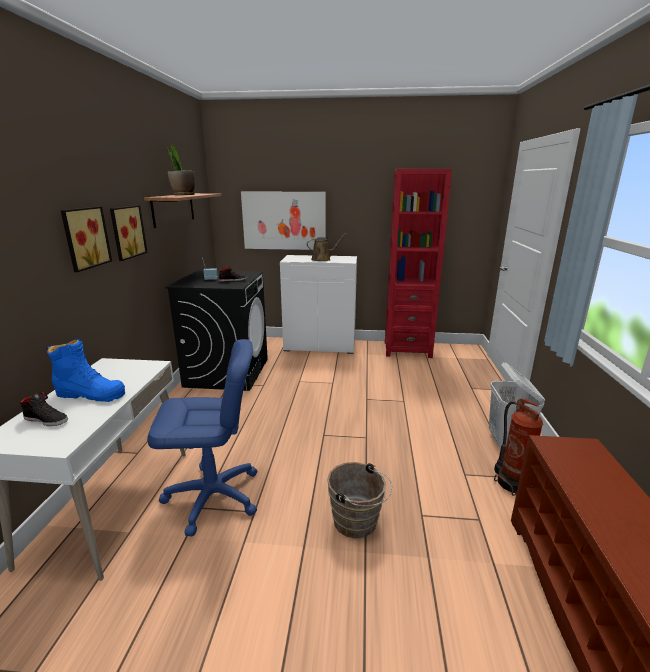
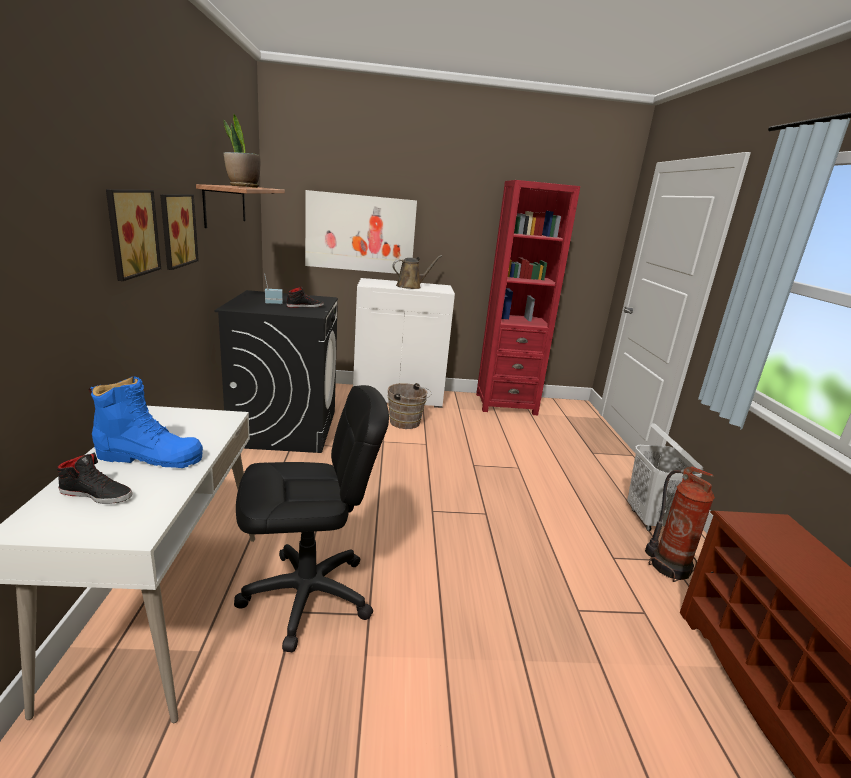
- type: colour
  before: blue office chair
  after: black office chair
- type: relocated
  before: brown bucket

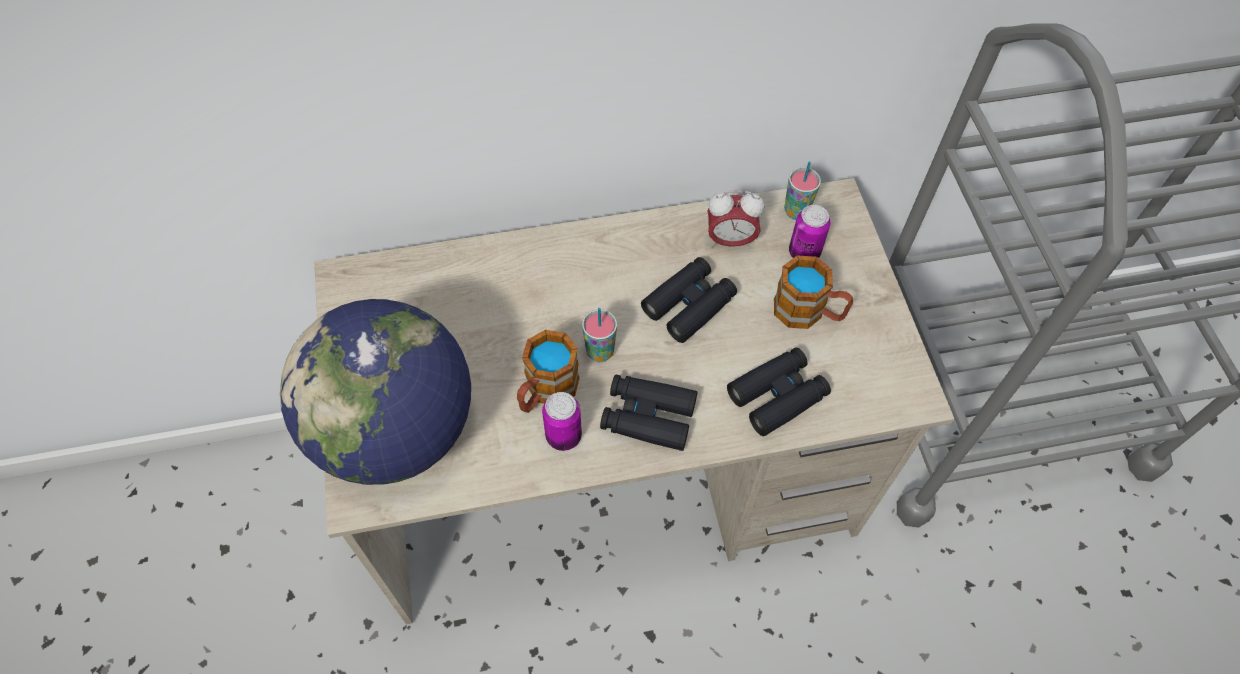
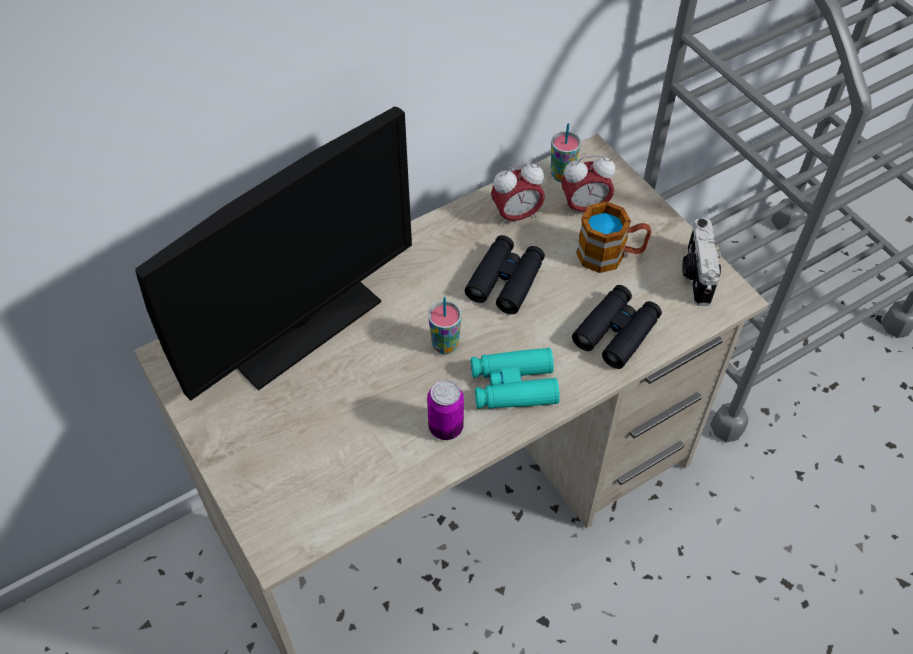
- type: appeared
  after: monitor
- type: colour
  before: black binoculars (no. 1 from left)
  after: turquoise binoculars
- type: exchanged
  before: can (no. 2 from left)
  after: alarm clock (no. 2 from left)
- type: appeared
  after: photo camera
- type: missing
  before: globe
- type: missing
  before: mug (no. 1 from left)

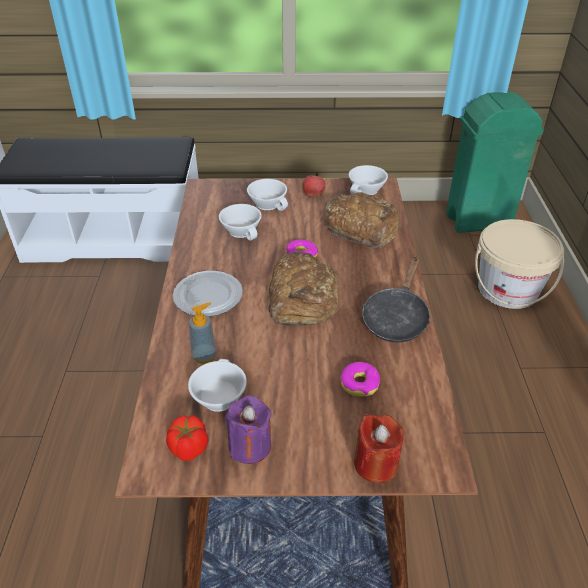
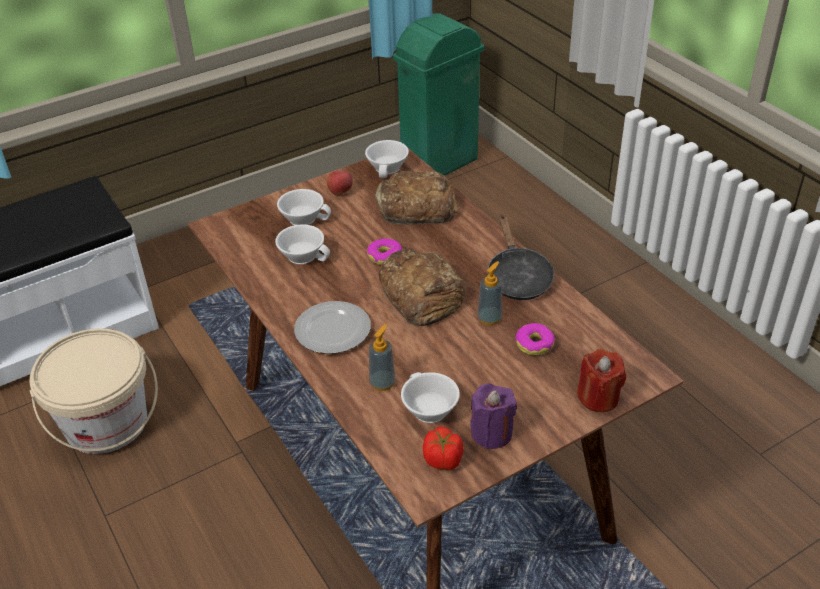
- type: relocated
  before: beige bucket
- type: appeared
  after: soap dispenser (no. 2 from left)

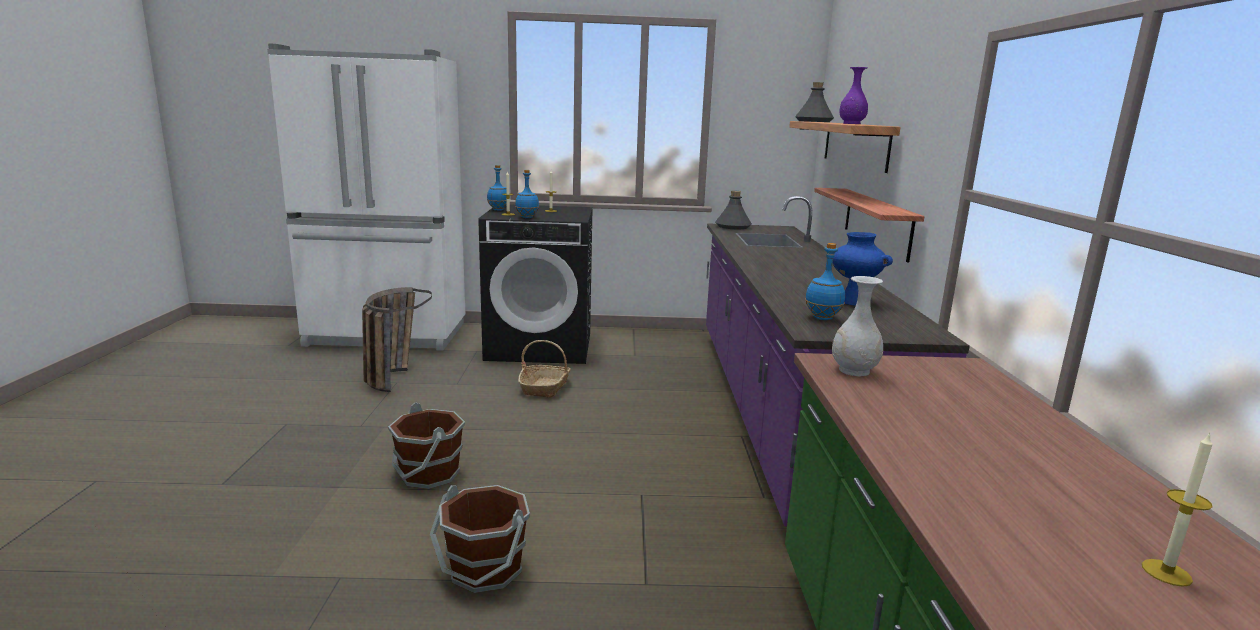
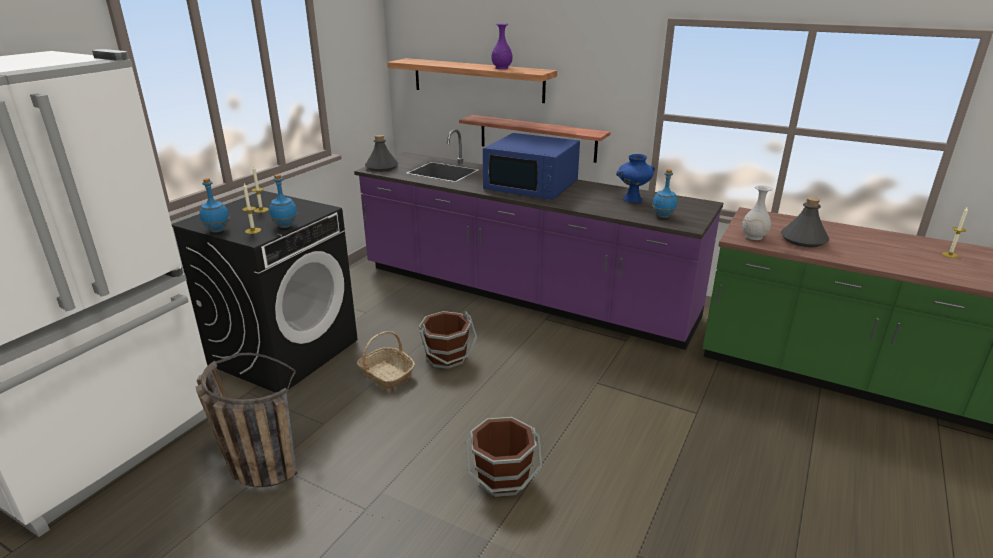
- type: relocated
  before: brown bucket (no. 2 from left in the first image)
  after: brown bucket (no. 1 from left)
- type: appeared
  after: blue microwave
- type: relocated
  before: grey bottle (no. 2 from left)

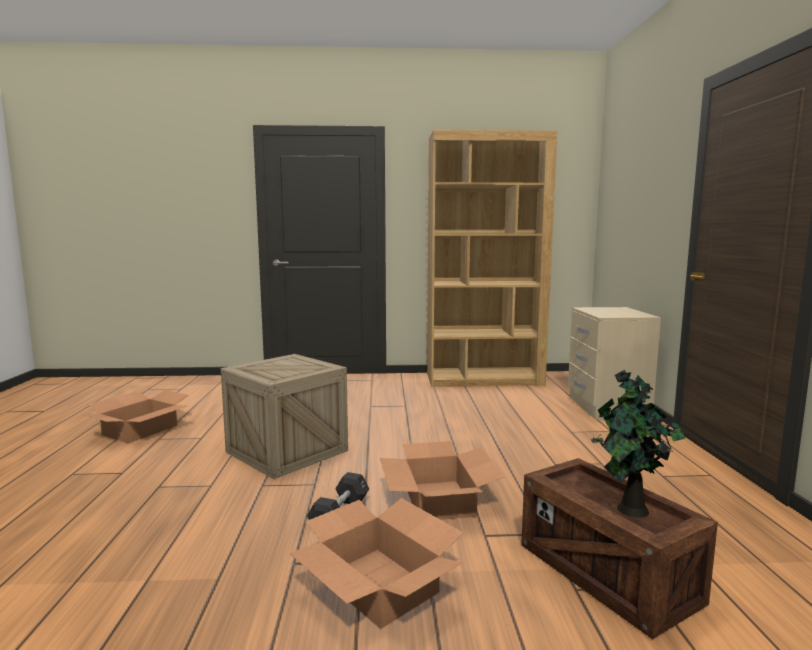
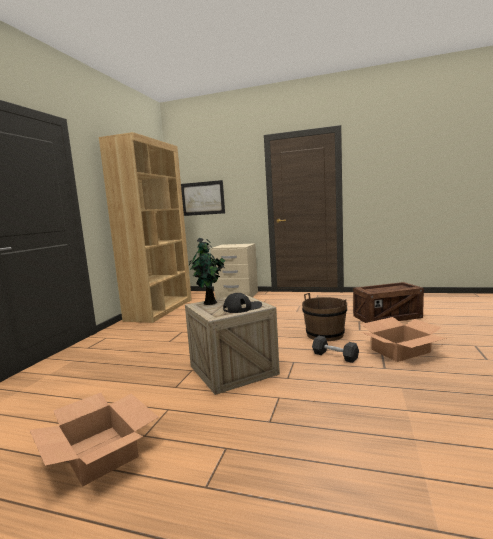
- type: appeared
  after: picture
- type: relocated
  before: potted plant
- type: appeared
  after: black cap
- type: exchanged
  before: cardboard box (no. 3 from left)
  after: brown bucket

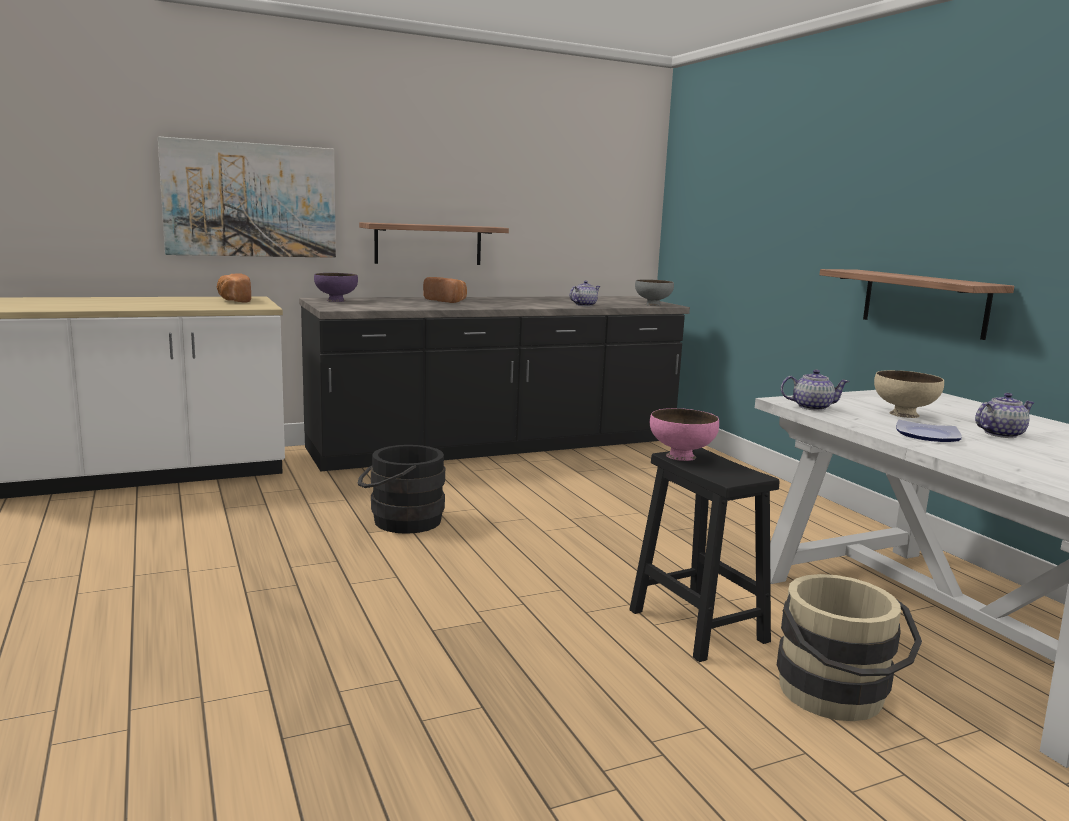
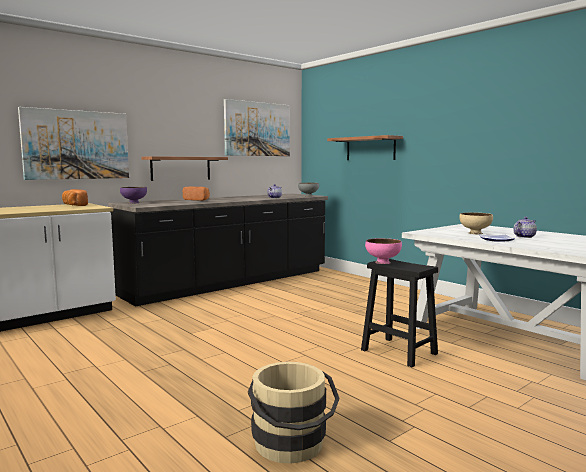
- type: appeared
  after: picture (no. 2 from left)
- type: relocated
  before: beige bucket
- type: relocated
  before: shelf (no. 2 from left)
- type: missing
  before: black bucket
- type: missing
  before: teapot (no. 2 from left)

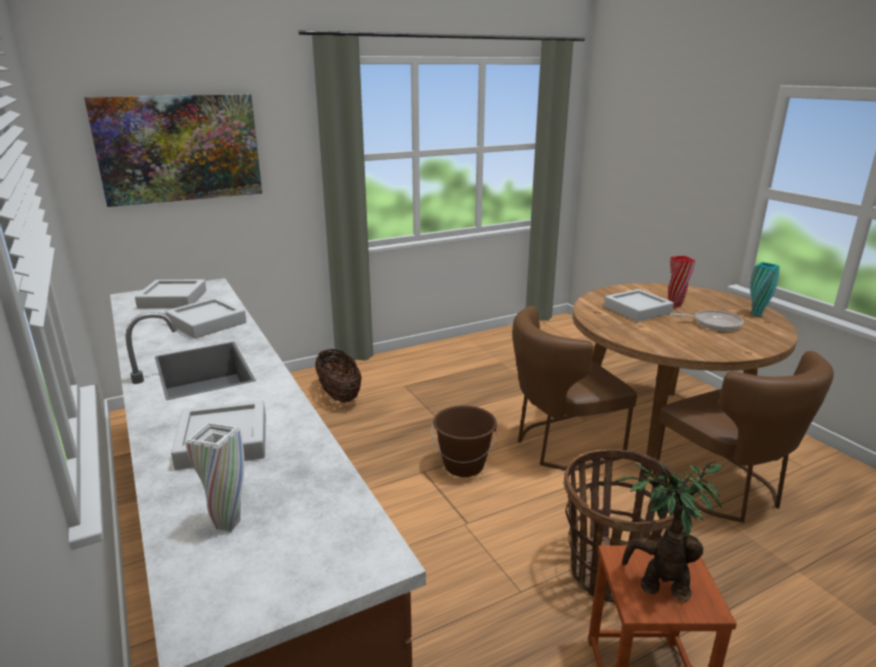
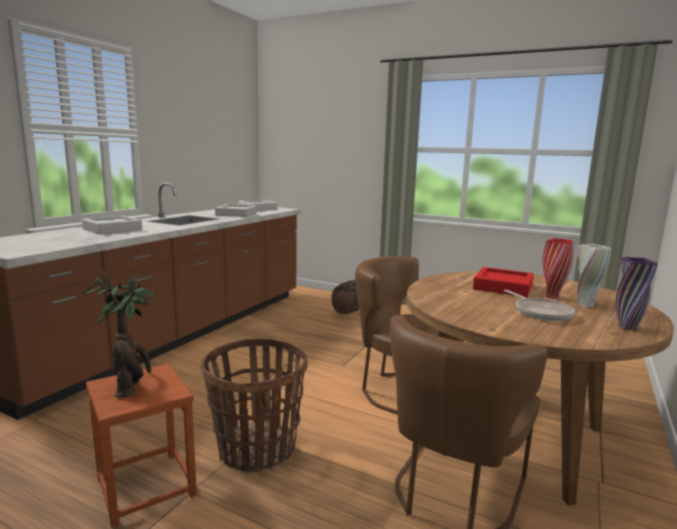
- type: colour
  before: grey tray (no. 4 from left)
  after: red tray
- type: relocated
  before: white vase
- type: colour
  before: turquoise vase
  after: purple vase
- type: missing
  before: picture
- type: missing
  before: brown bucket

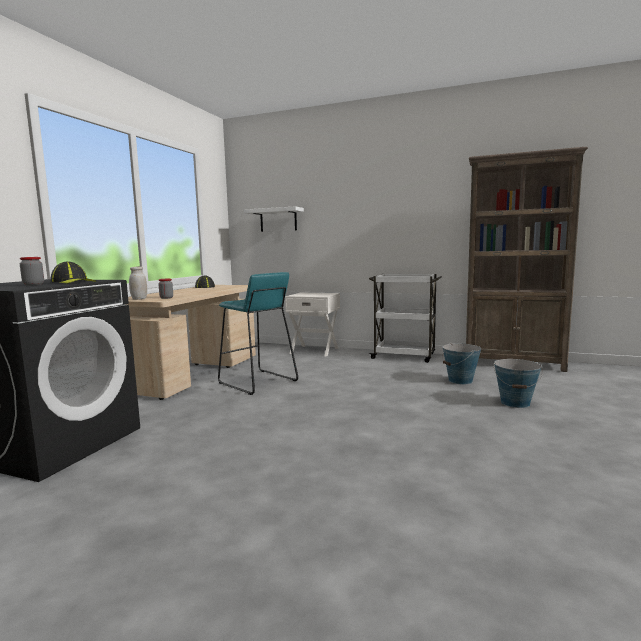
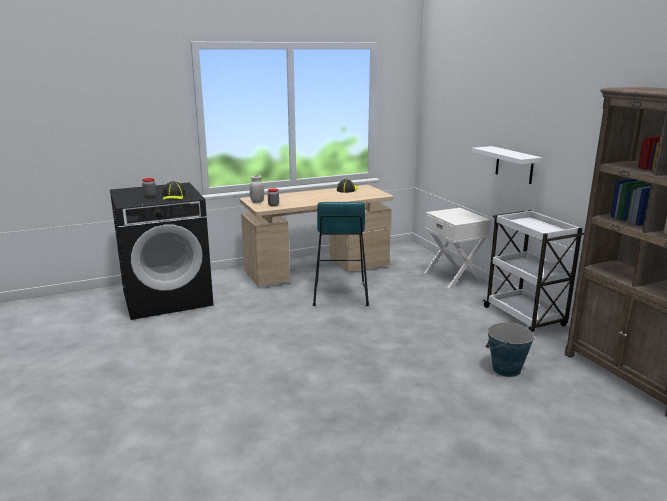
- type: relocated
  before: white shelf
- type: missing
  before: bucket (no. 2 from left)

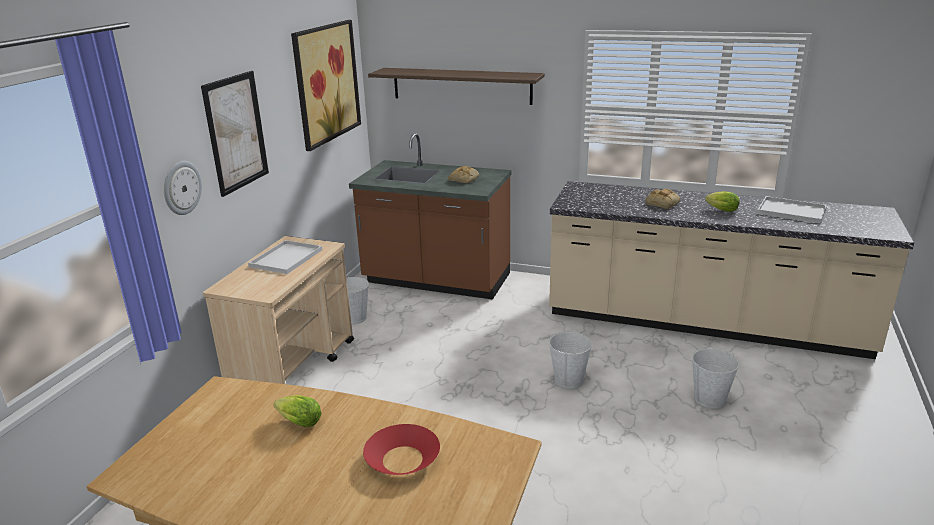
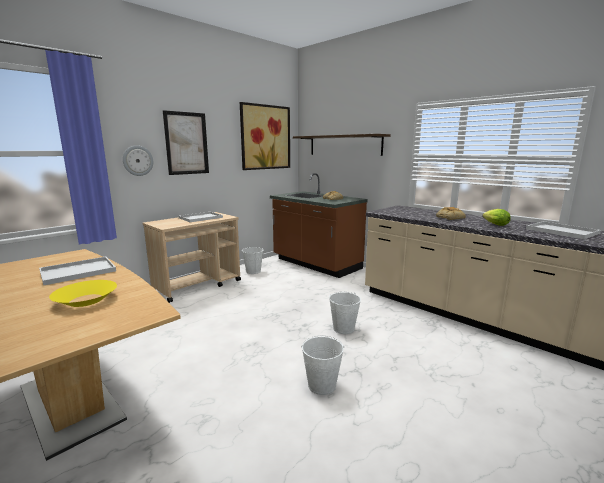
- type: exchanged
  before: lettuce (no. 1 from left)
  after: white tray (no. 1 from left)
- type: colour
  before: red bowl
  after: yellow bowl
- type: relocated
  before: white bucket (no. 3 from left in the first image)
  after: white bucket (no. 2 from left)

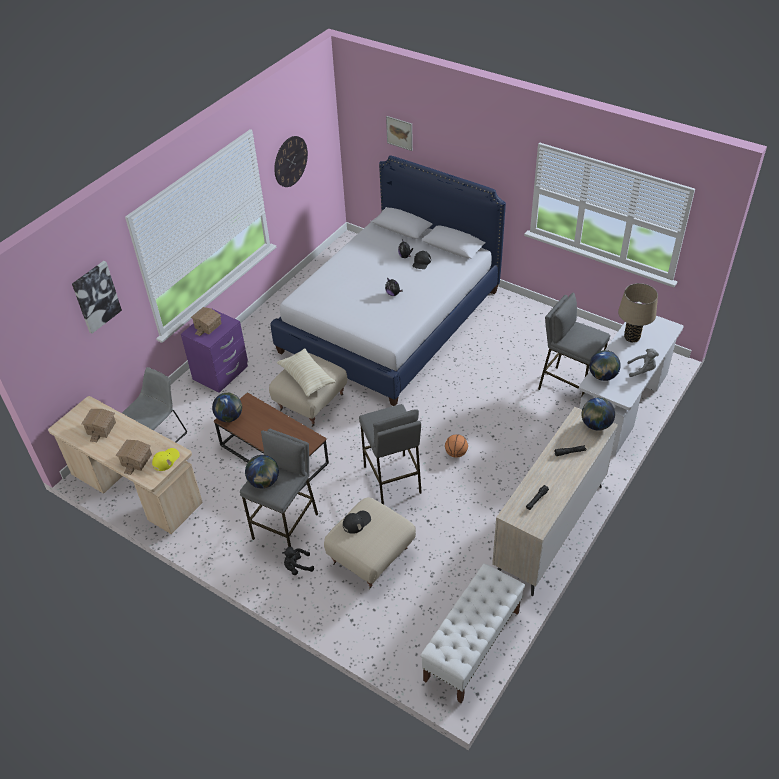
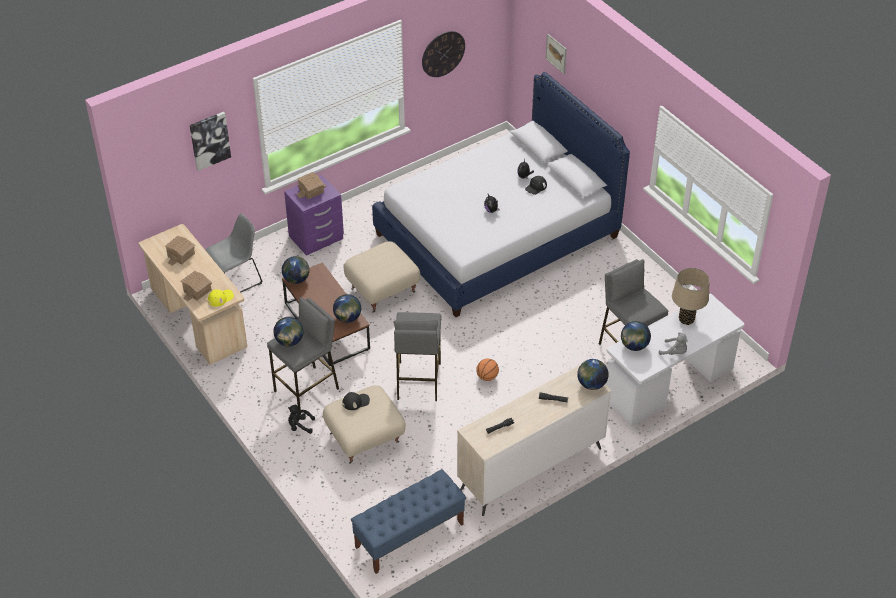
- type: appeared
  after: globe (no. 3 from left)
- type: colour
  before: white bench
  after: blue bench
- type: missing
  before: beige pillow

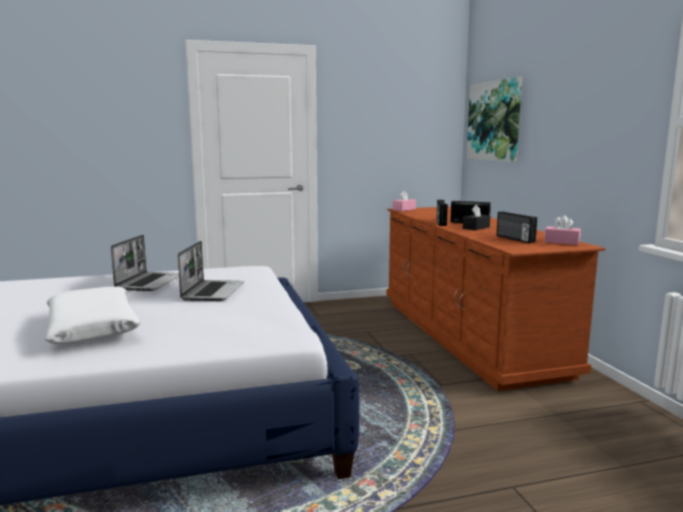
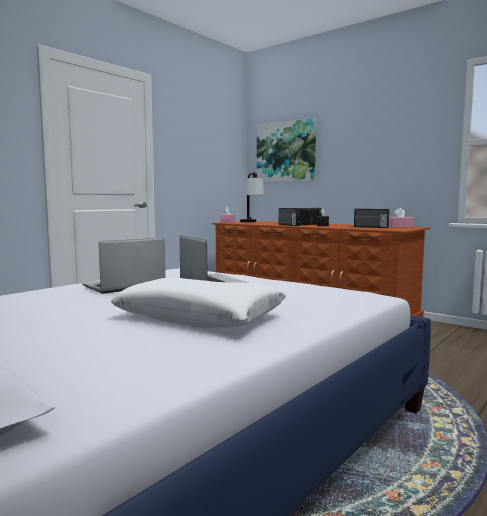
- type: spun
  before: laptop (no. 1 from left)
  turn: -105
- type: appeared
  after: table lamp

